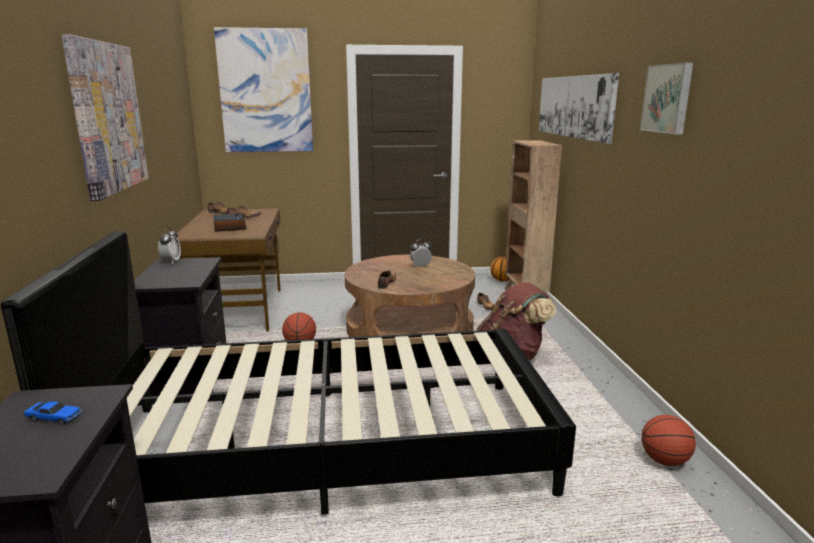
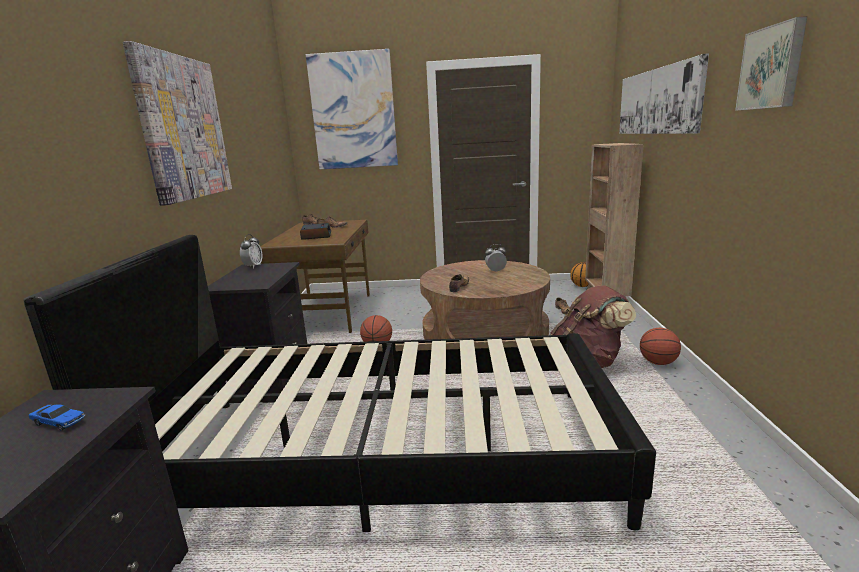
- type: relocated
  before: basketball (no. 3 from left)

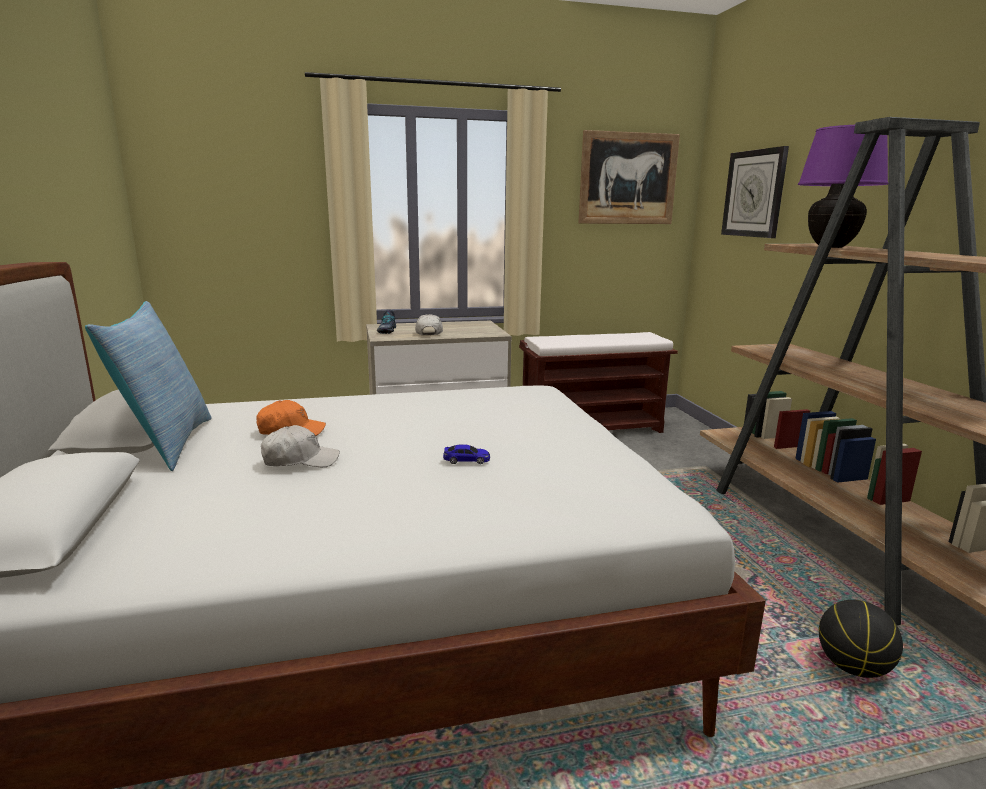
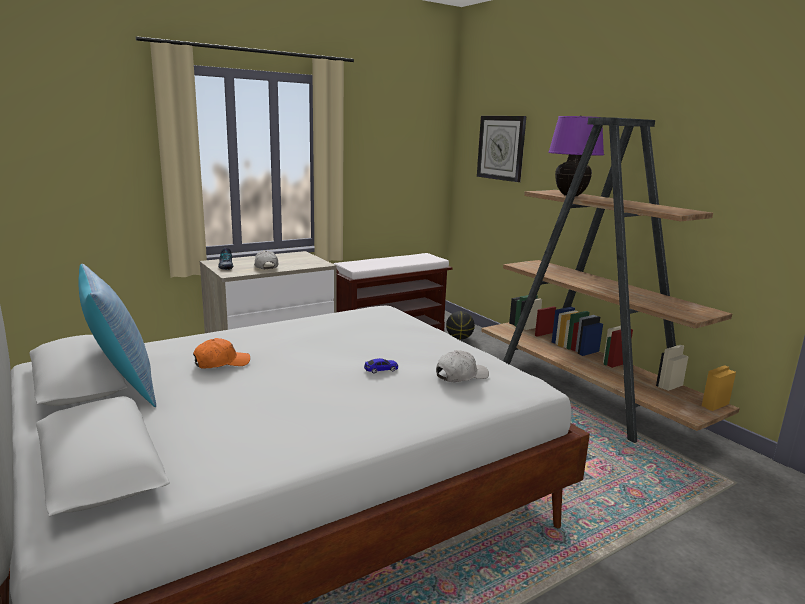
- type: relocated
  before: white cap (no. 1 from left in the first image)
  after: white cap (no. 2 from left)
- type: relocated
  before: basketball
- type: missing
  before: picture

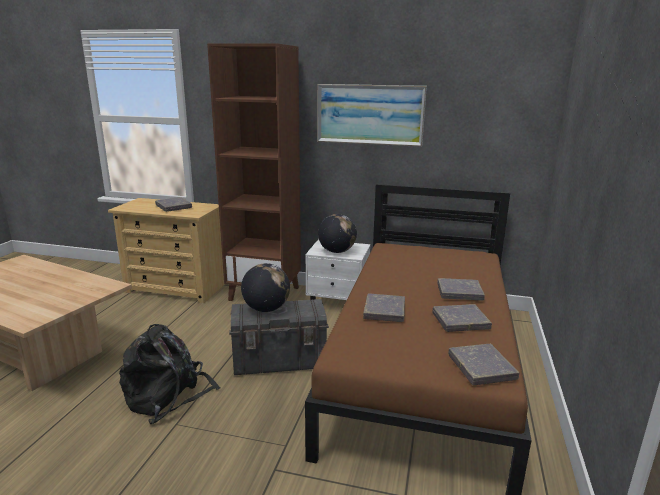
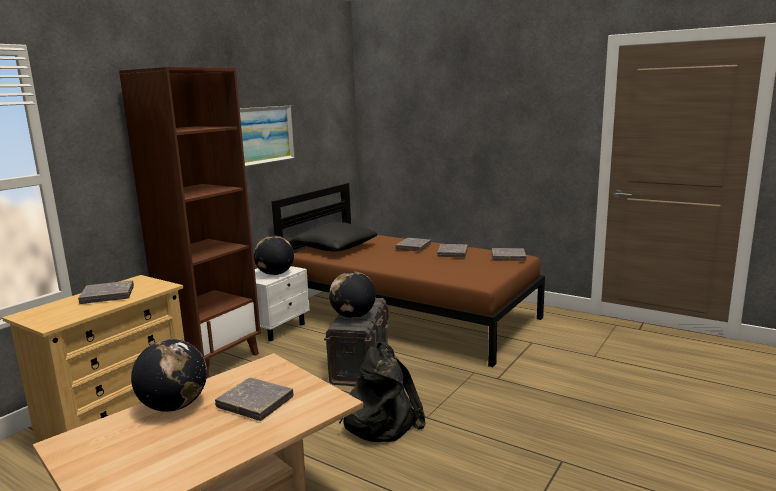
- type: appeared
  after: globe (no. 1 from left)
- type: relocated
  before: grey book (no. 2 from left)
- type: appeared
  after: black pillow

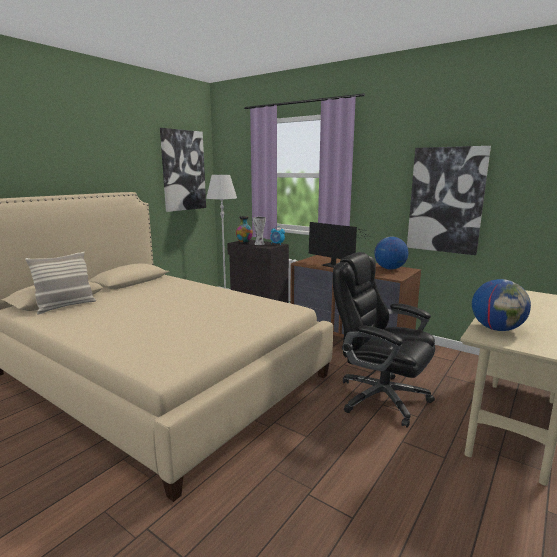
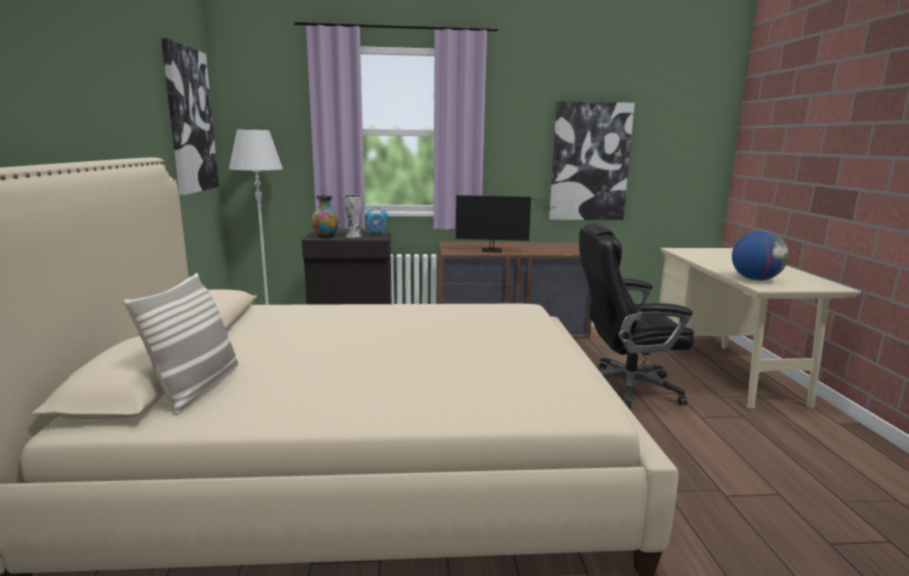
- type: missing
  before: globe (no. 1 from left)

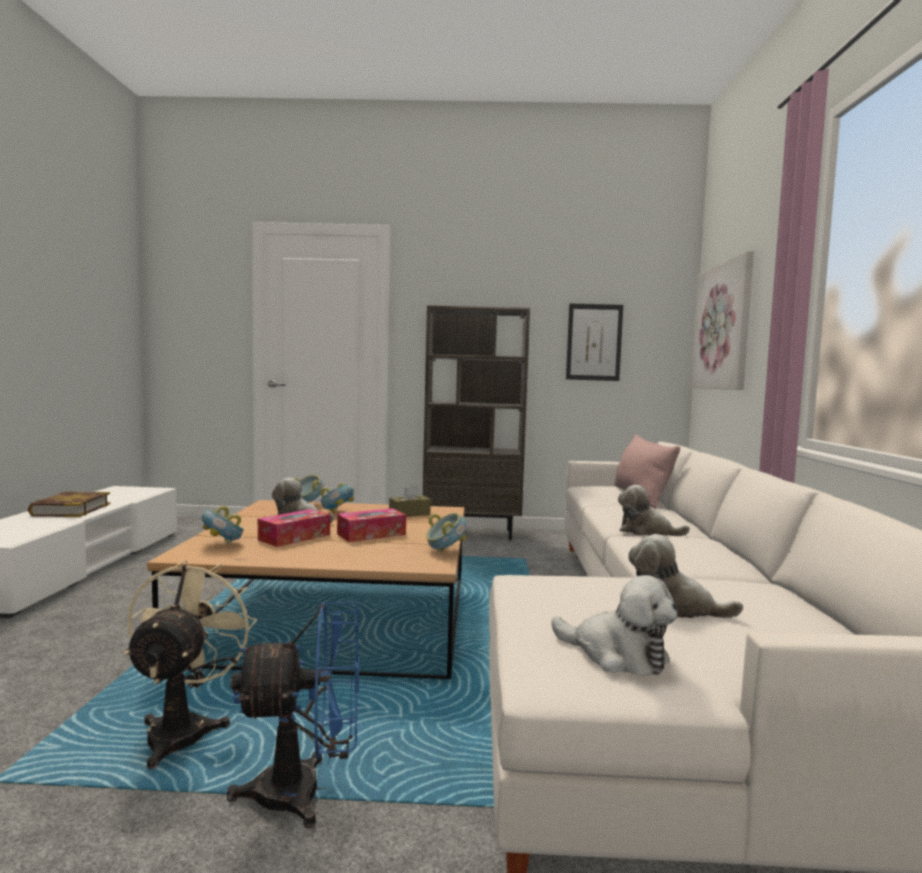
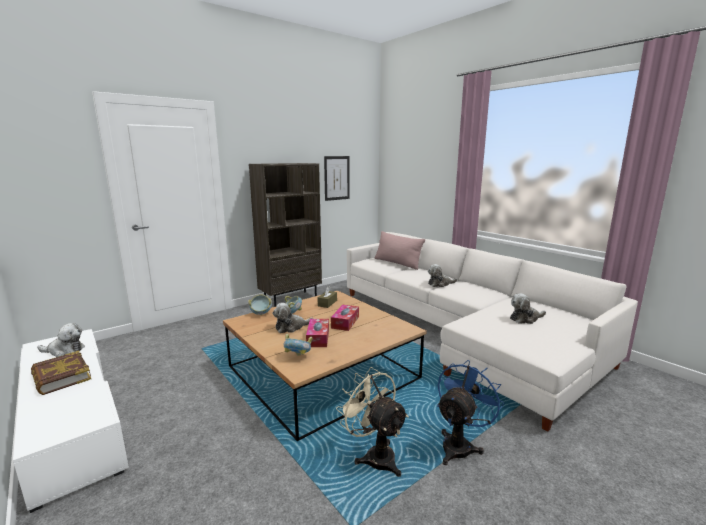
- type: relocated
  before: plush toy (no. 2 from left in the first image)
  after: plush toy (no. 1 from left)
- type: missing
  before: bowl (no. 4 from left)
- type: missing
  before: picture (no. 2 from left)

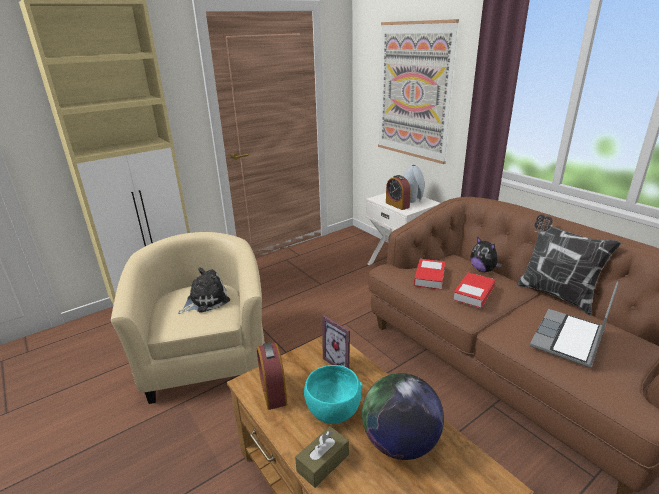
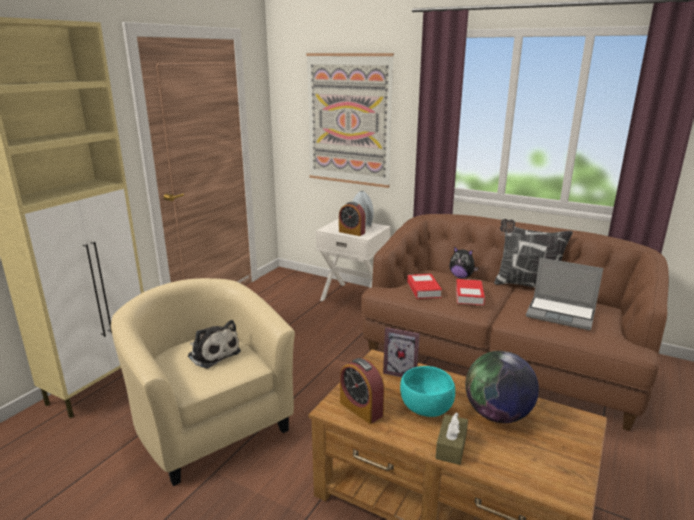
- type: spun
  before: plush toy (no. 1 from left)
  turn: 105
- type: spun
  before: laptop
  turn: -75

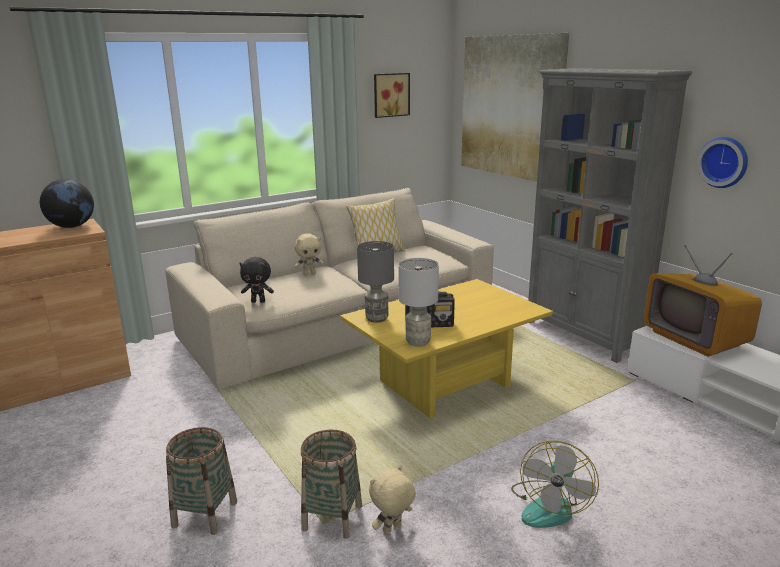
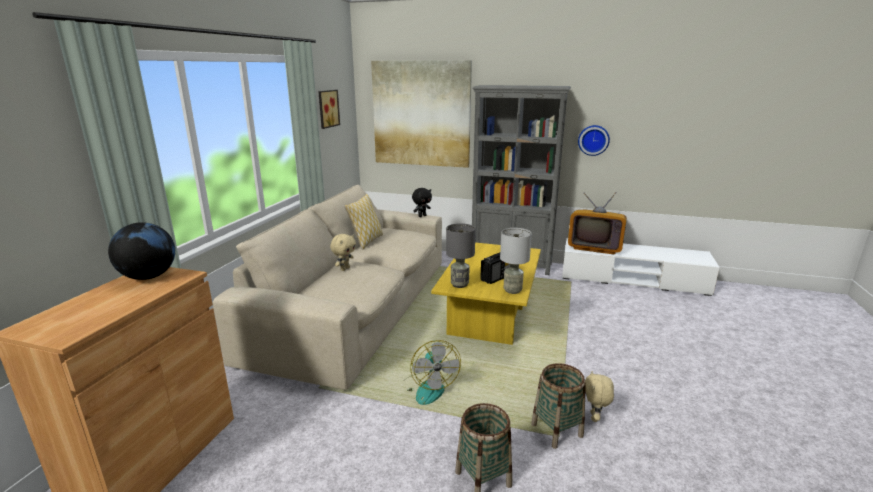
- type: relocated
  before: fan
- type: relocated
  before: black plush toy

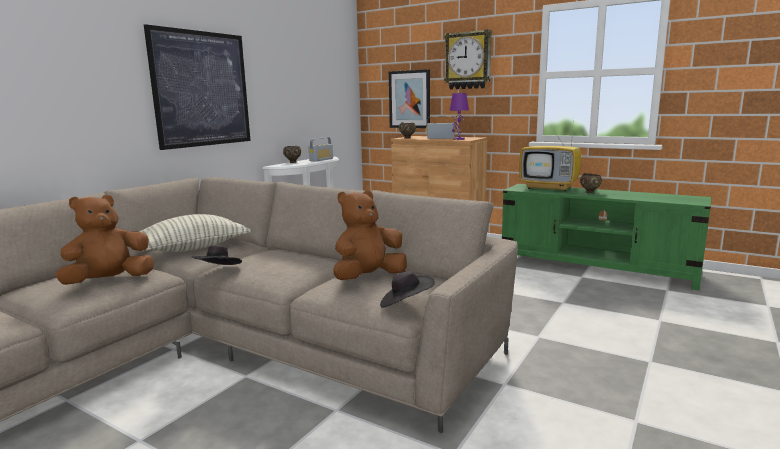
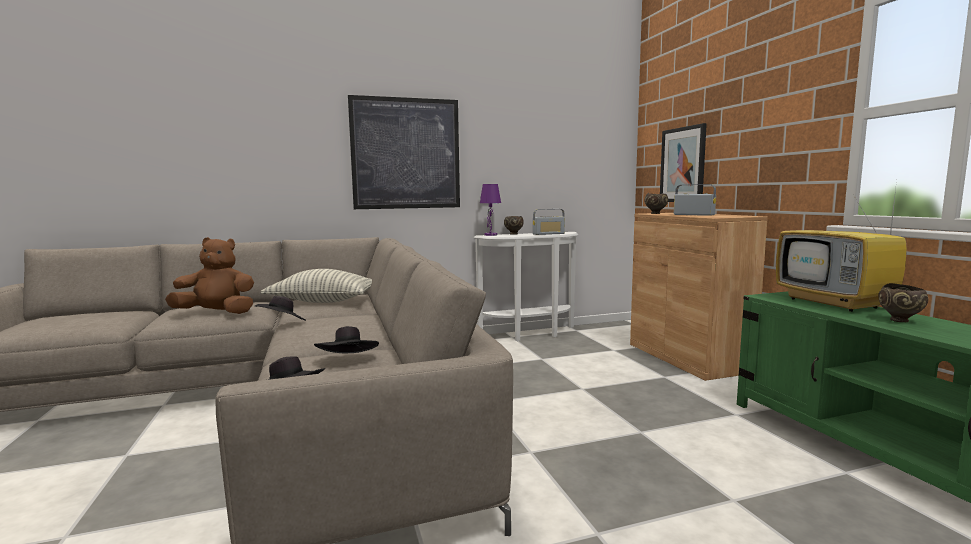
- type: exchanged
  before: brown plush toy (no. 2 from left)
  after: black hat (no. 3 from left)
- type: relocated
  before: purple table lamp
- type: missing
  before: wall clock

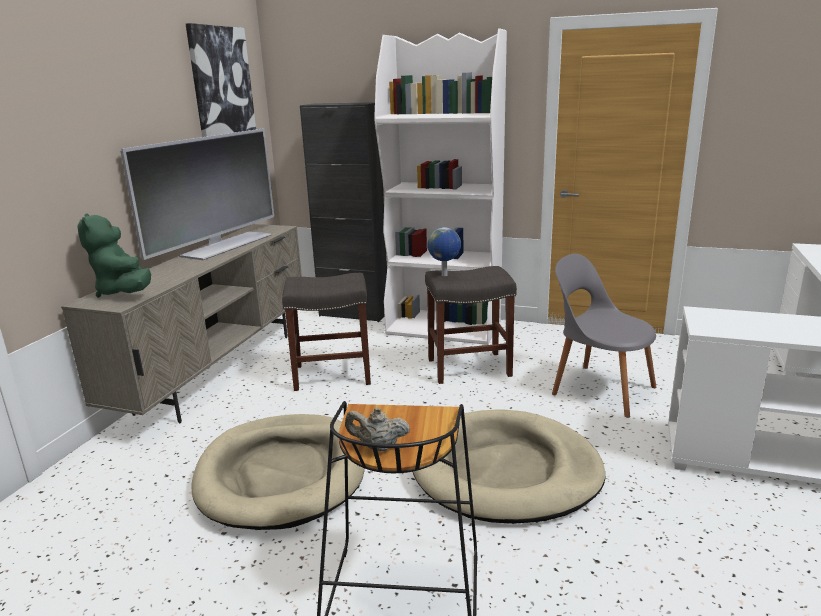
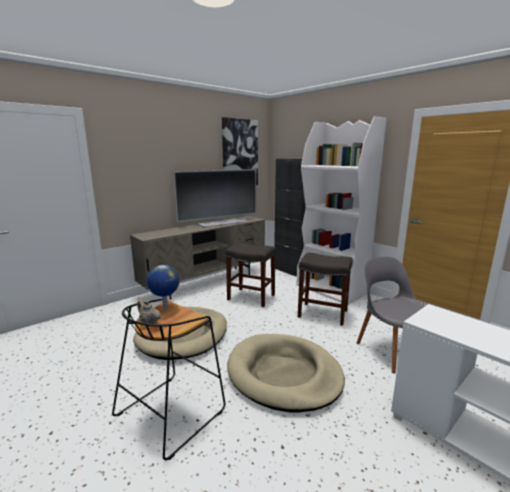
- type: relocated
  before: globe
- type: missing
  before: green plush toy

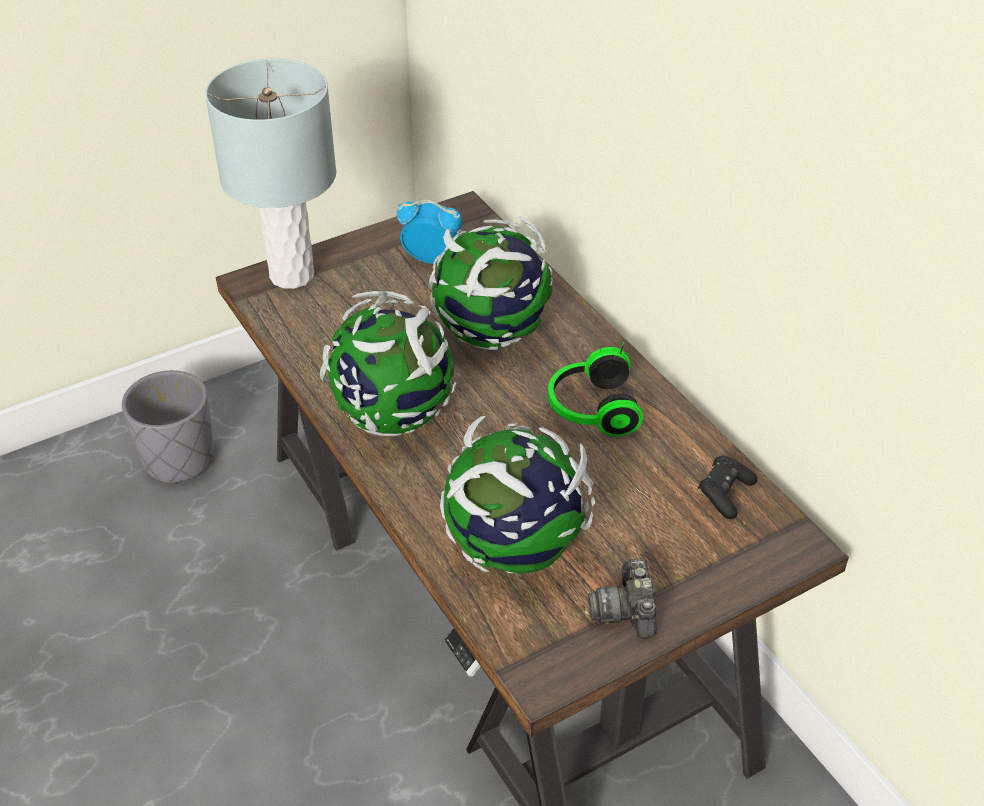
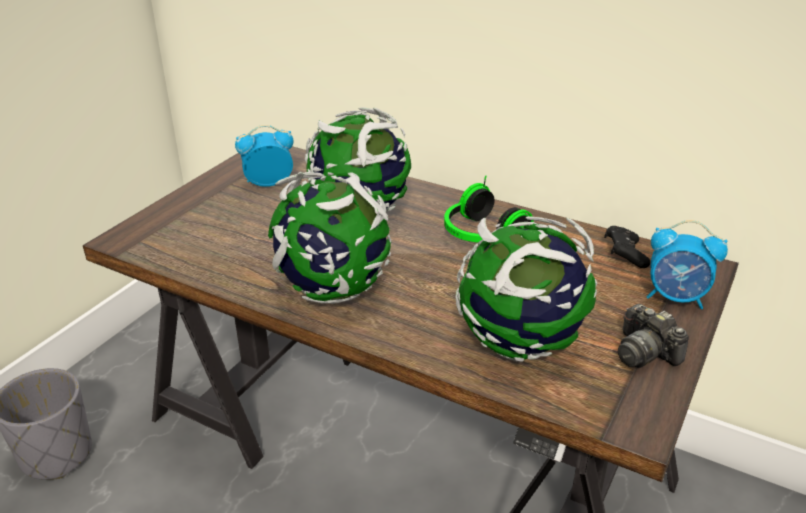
- type: appeared
  after: alarm clock (no. 2 from left)
- type: missing
  before: grey table lamp

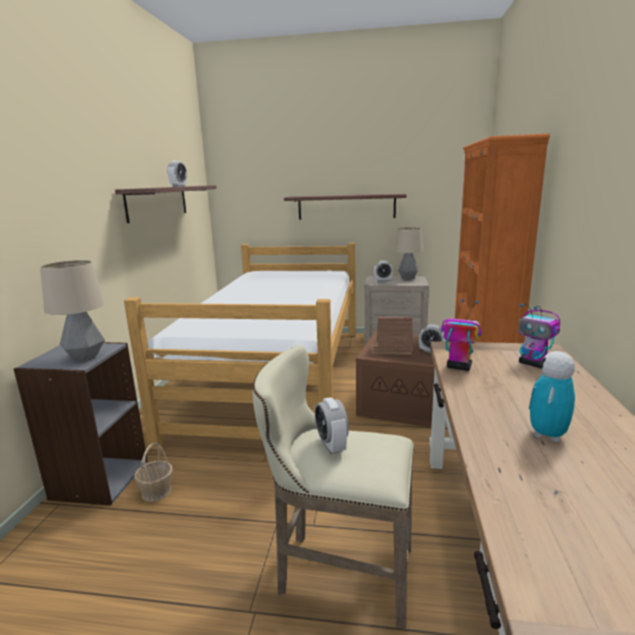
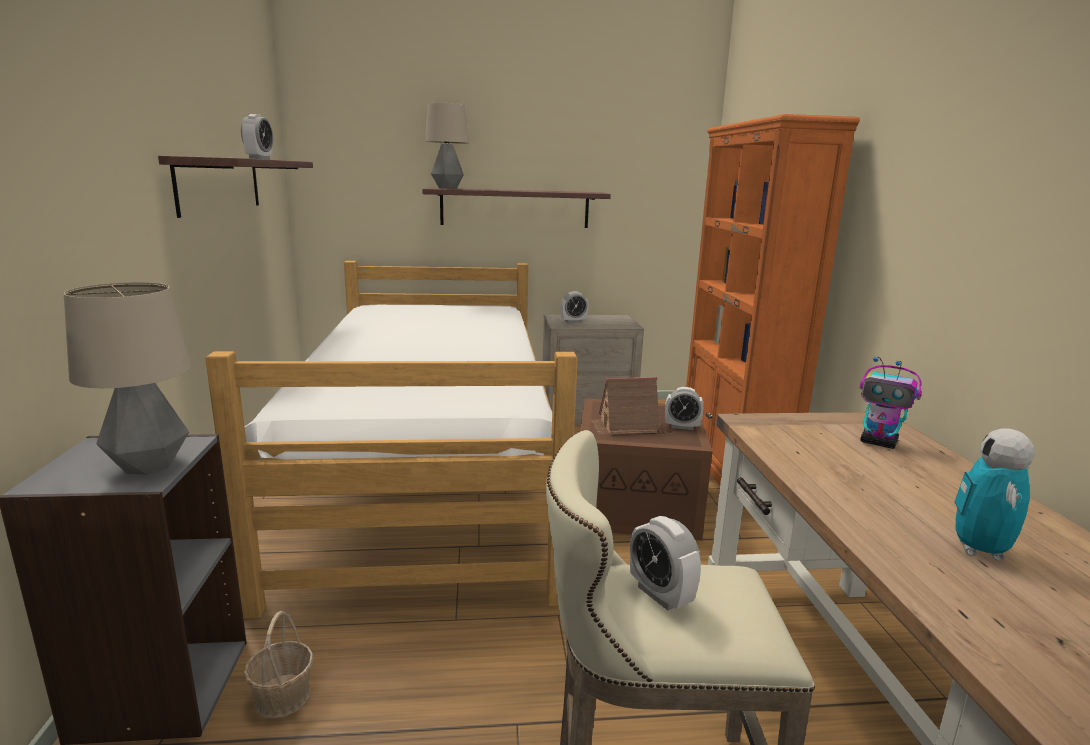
- type: relocated
  before: table lamp (no. 2 from left)
- type: missing
  before: toy robot (no. 1 from left)

